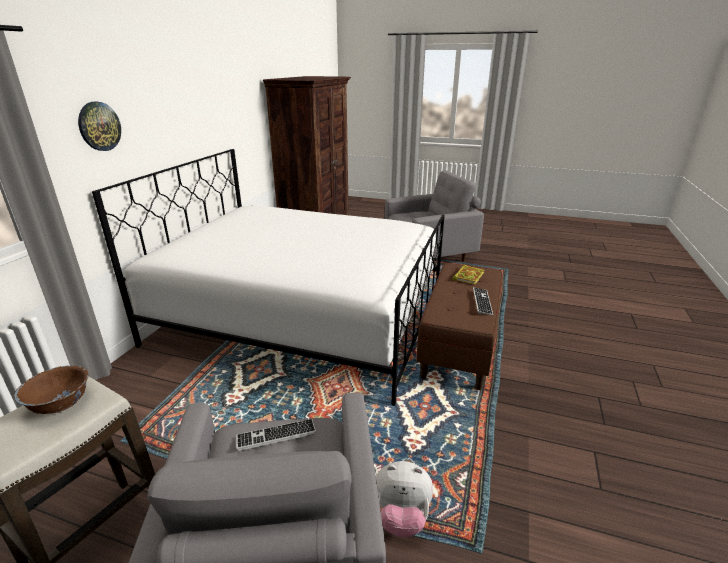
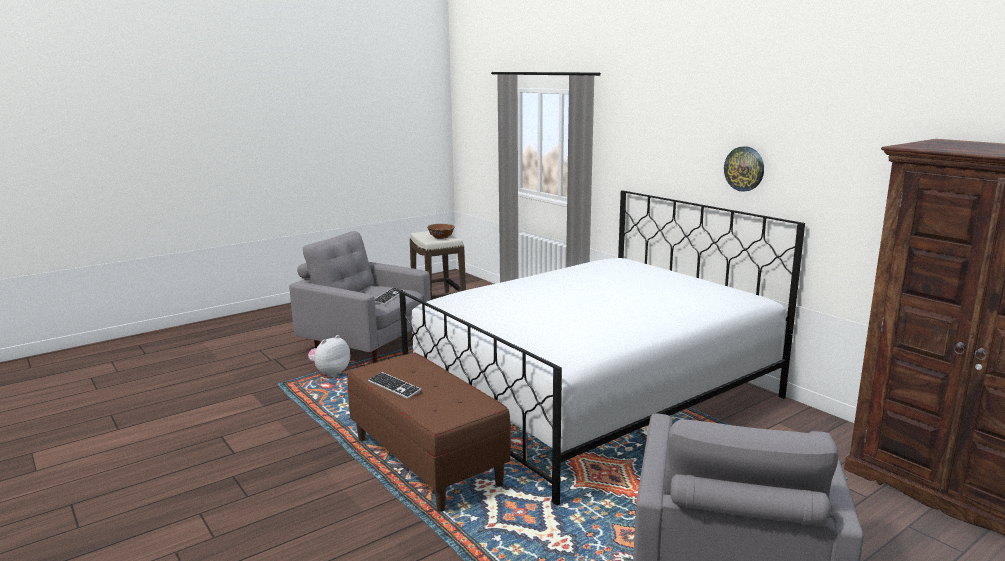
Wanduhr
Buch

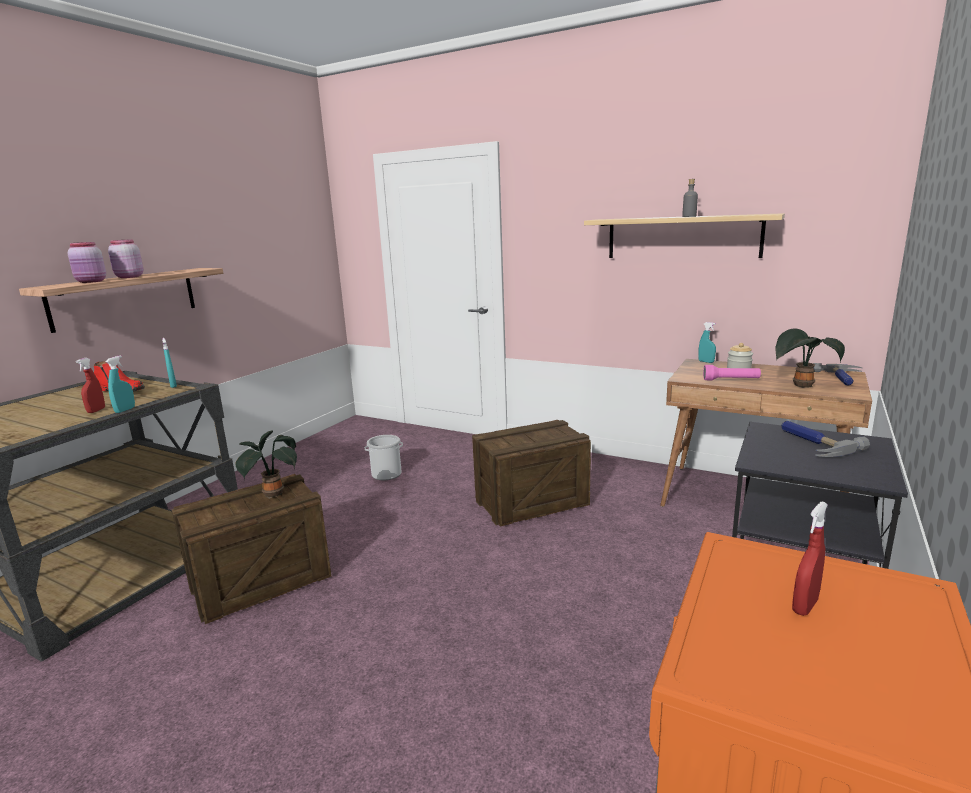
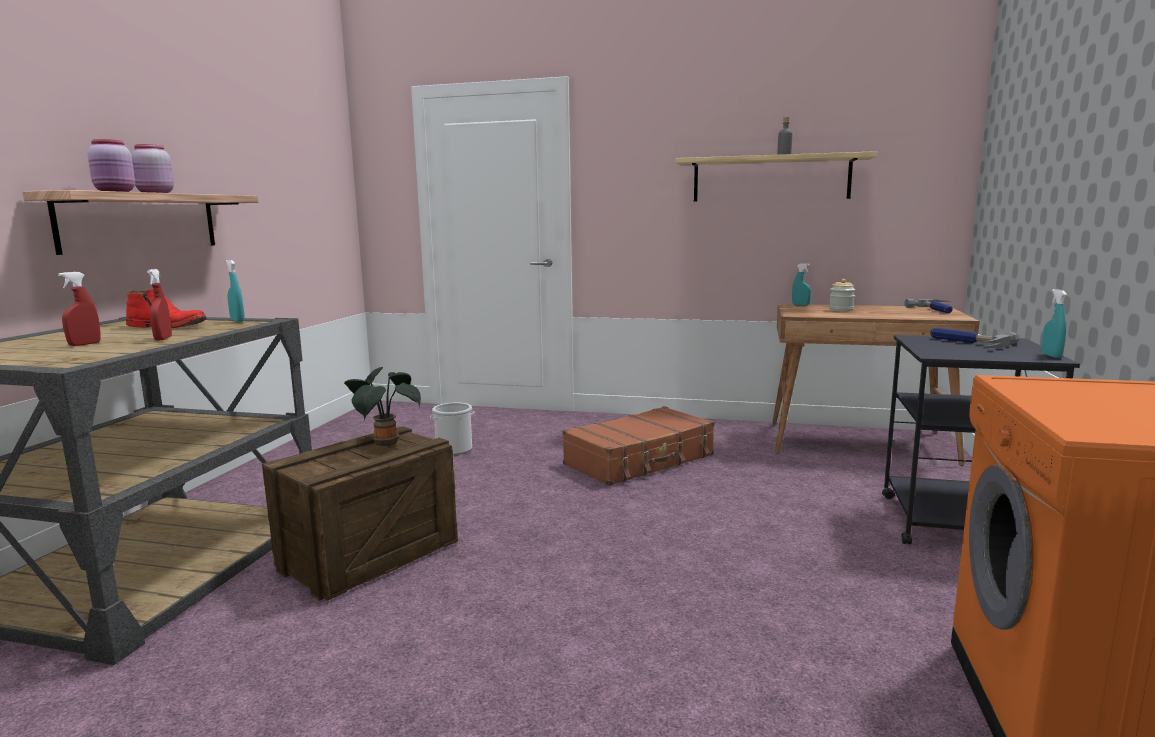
Topfpflanze (2nd from left in the first image)
Sprühflasche (türkis) (3rd from left)
Taschenlampe (rosa)
Koffer (braun)
Sprühflasche (rot) (1st from left)

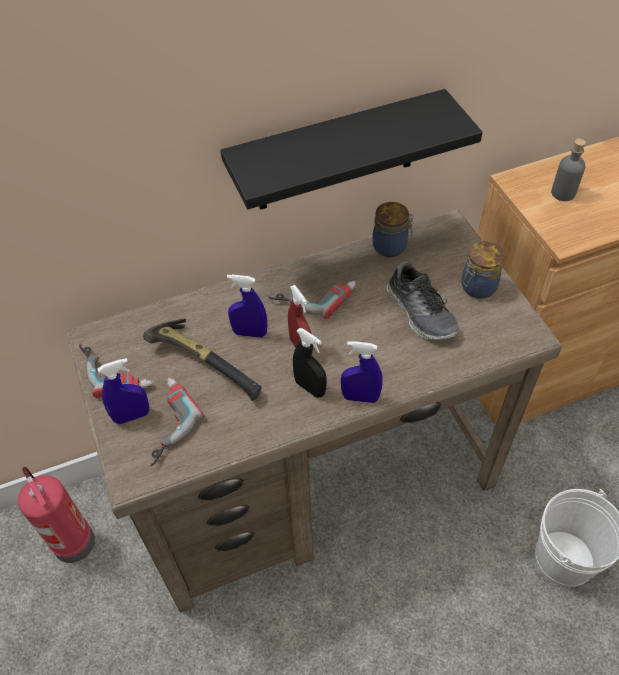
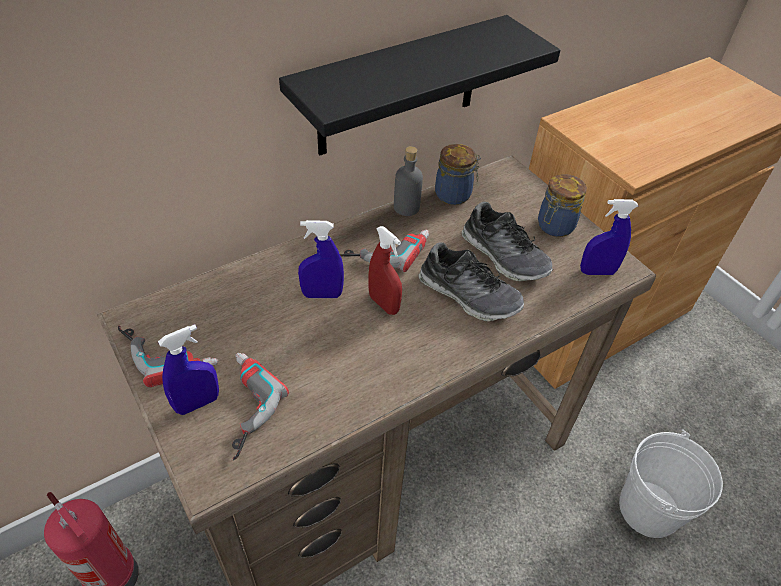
Flasche (grau)
Hammer
Sprühflasche (schwarz)
Sprühflasche (blau) (3rd from left)
Schuh (1st from left)

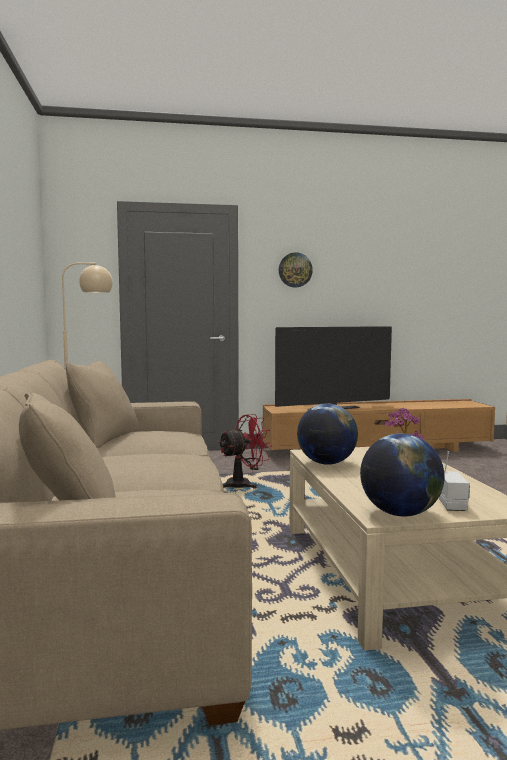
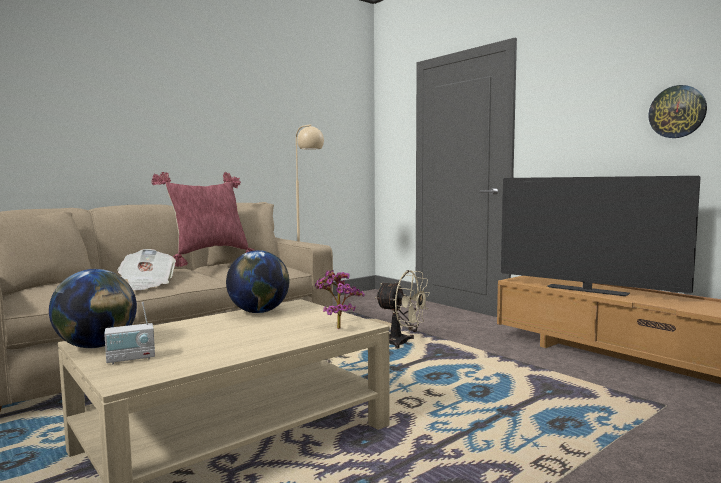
Wanduhr
Ventilator (beige)
Kissen (rot)
Zeitung

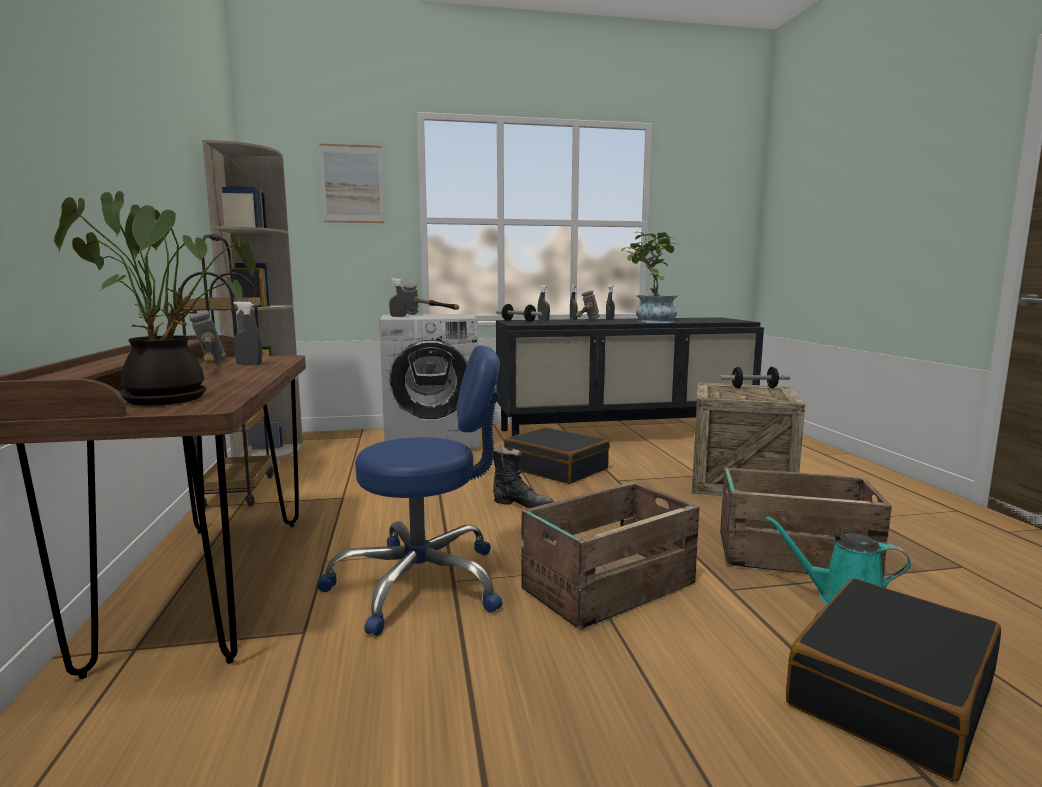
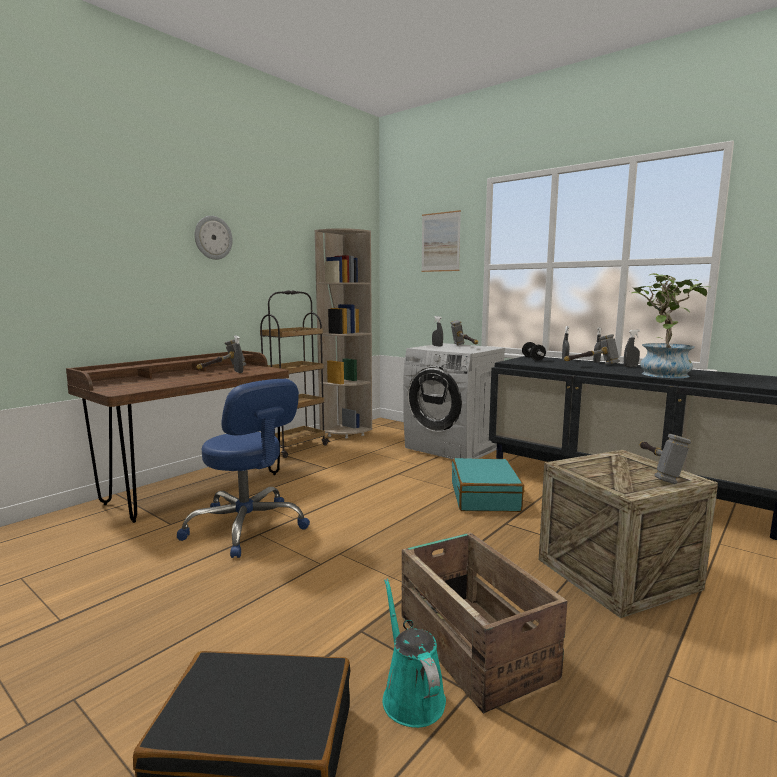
Topfpflanze (1st from left in the first image)
Hammer (4th from left)
Koffer (türkis)
Stiefel (schwarz)
Kiste (1st from left in the first image)
Wanduhr

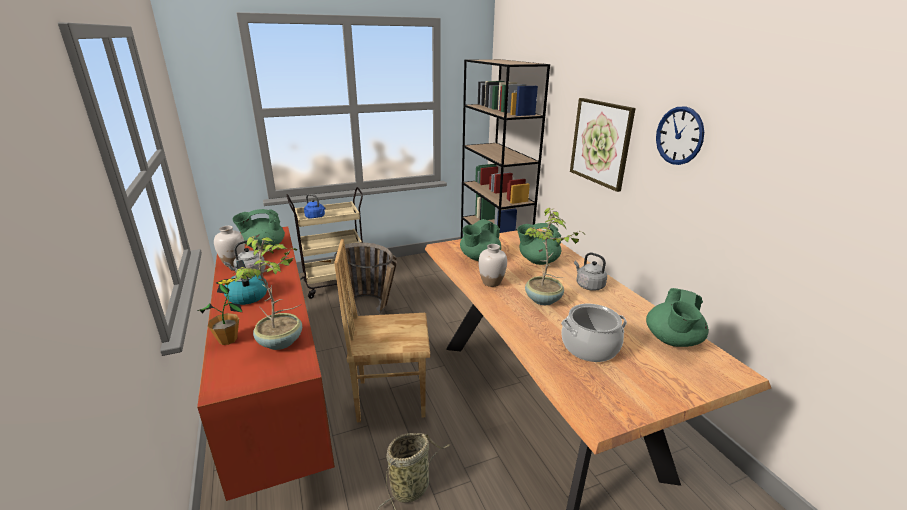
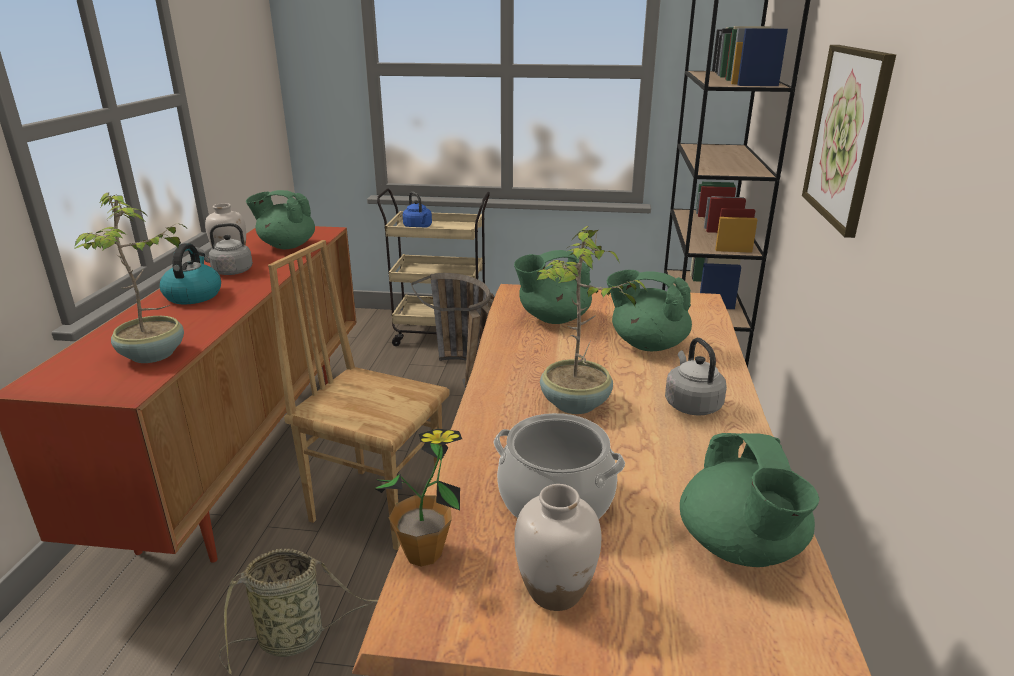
Wanduhr
Vase (weiß) (2nd from left)
Topfpflanze (2nd from left)
Teekanne (grün) (4th from left)

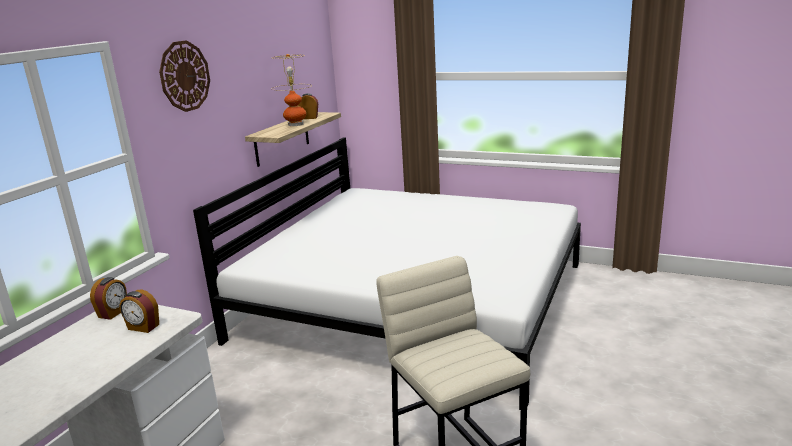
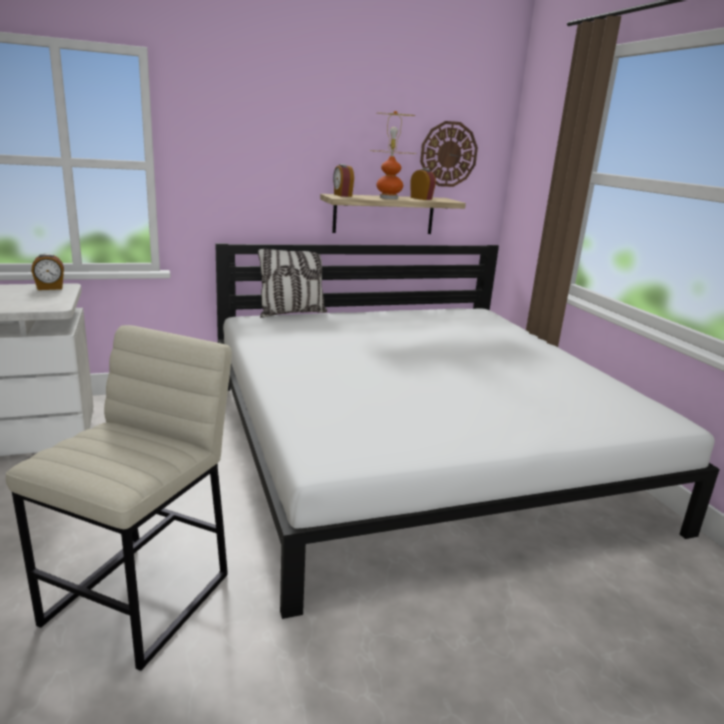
Wanduhr
Wecker (2nd from left)
Kissen

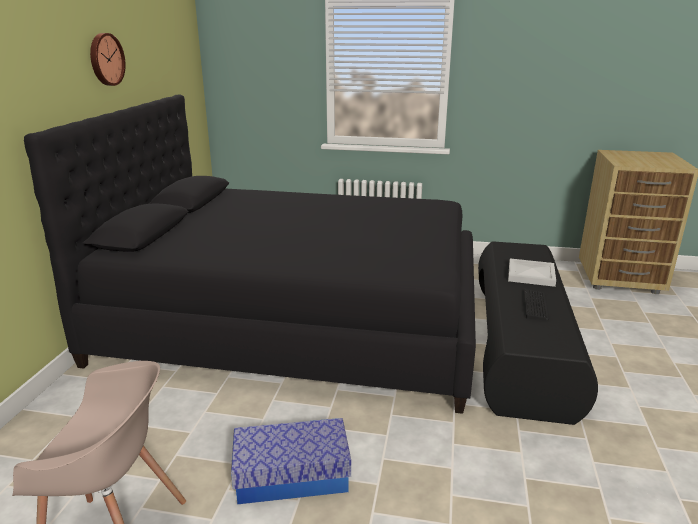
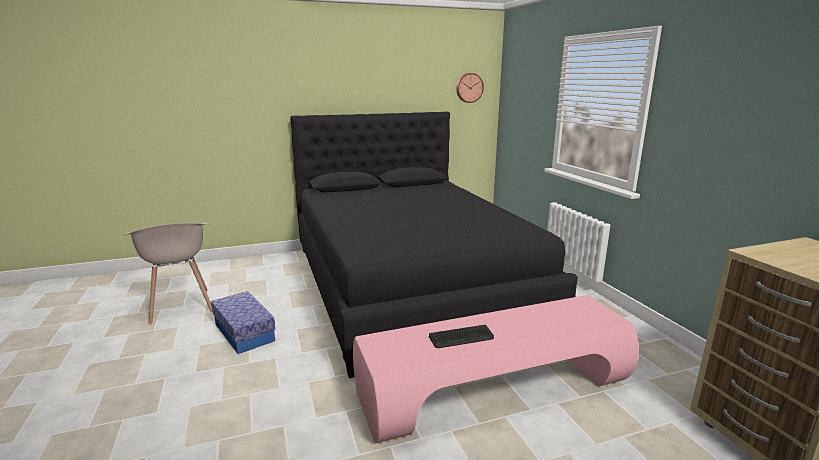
Wanduhr
Bank (rosa)
Tablett (weiß)

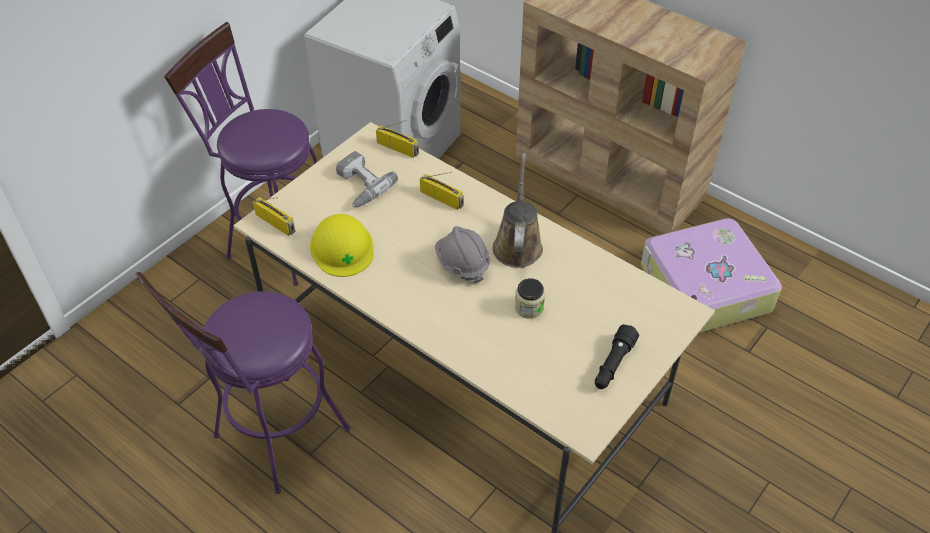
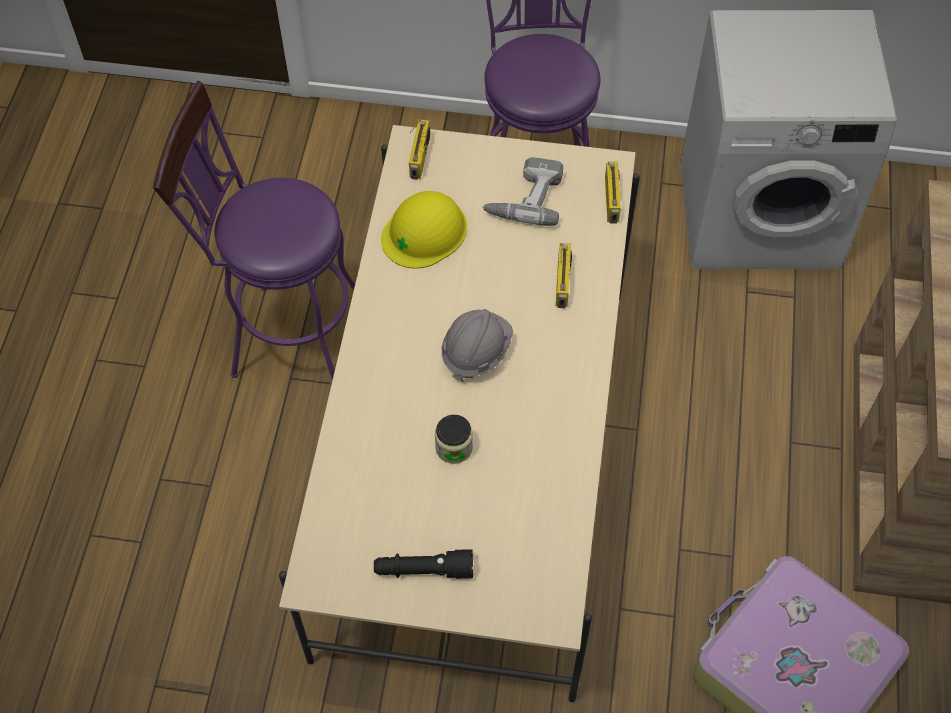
Gießkanne (braun)

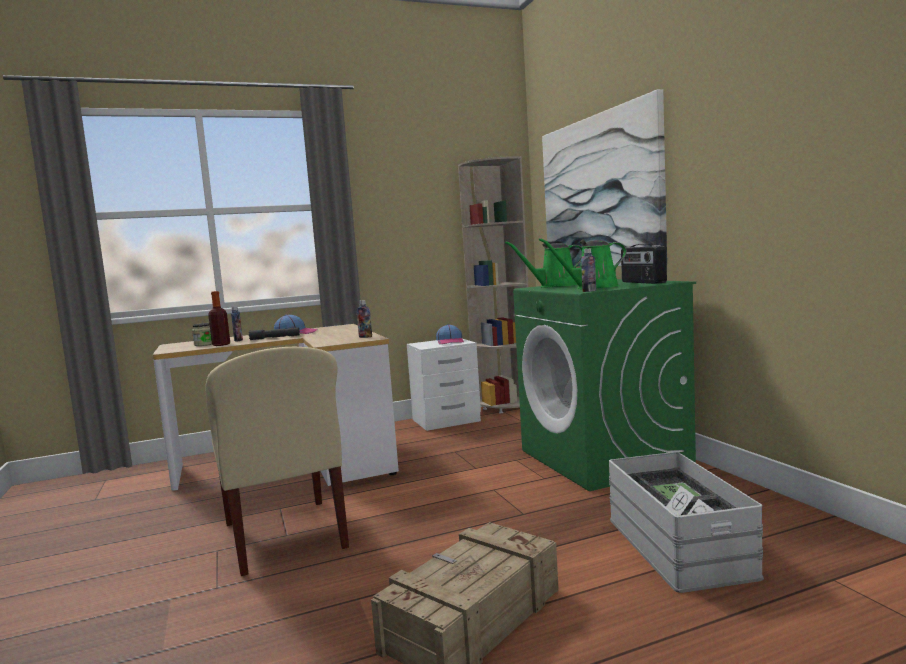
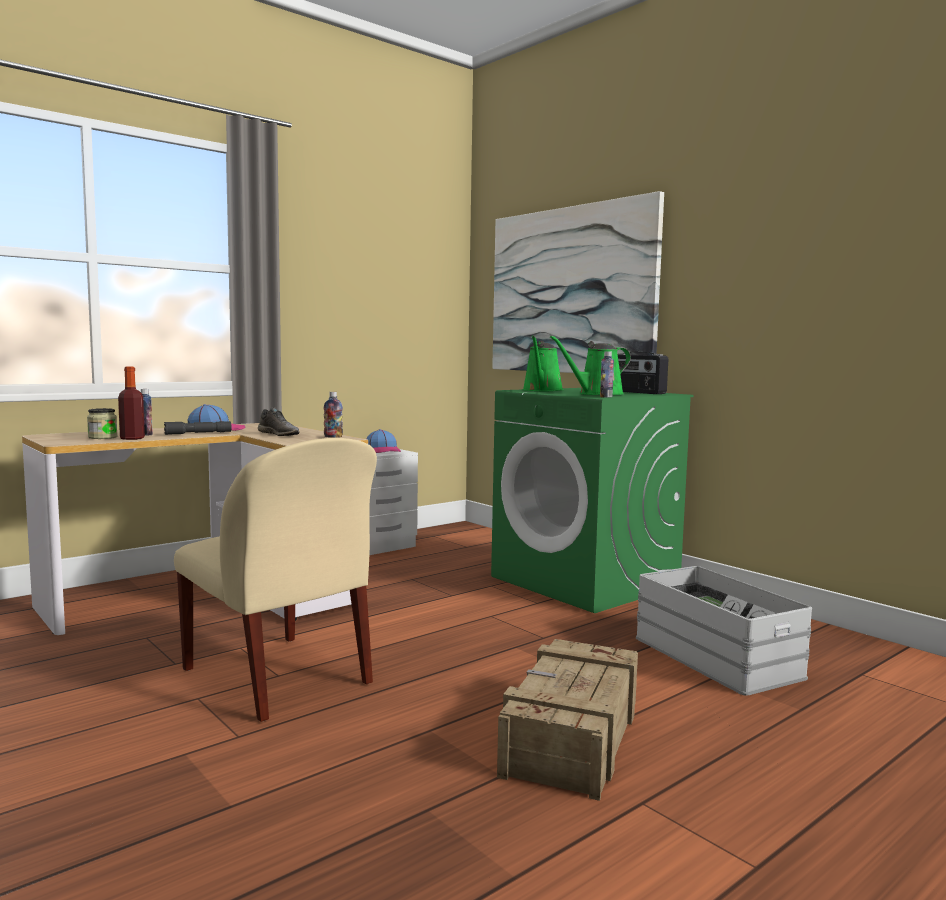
Bücherregal (beige)
Gießkanne (grün) (1st from left)
Schuh (grau)

